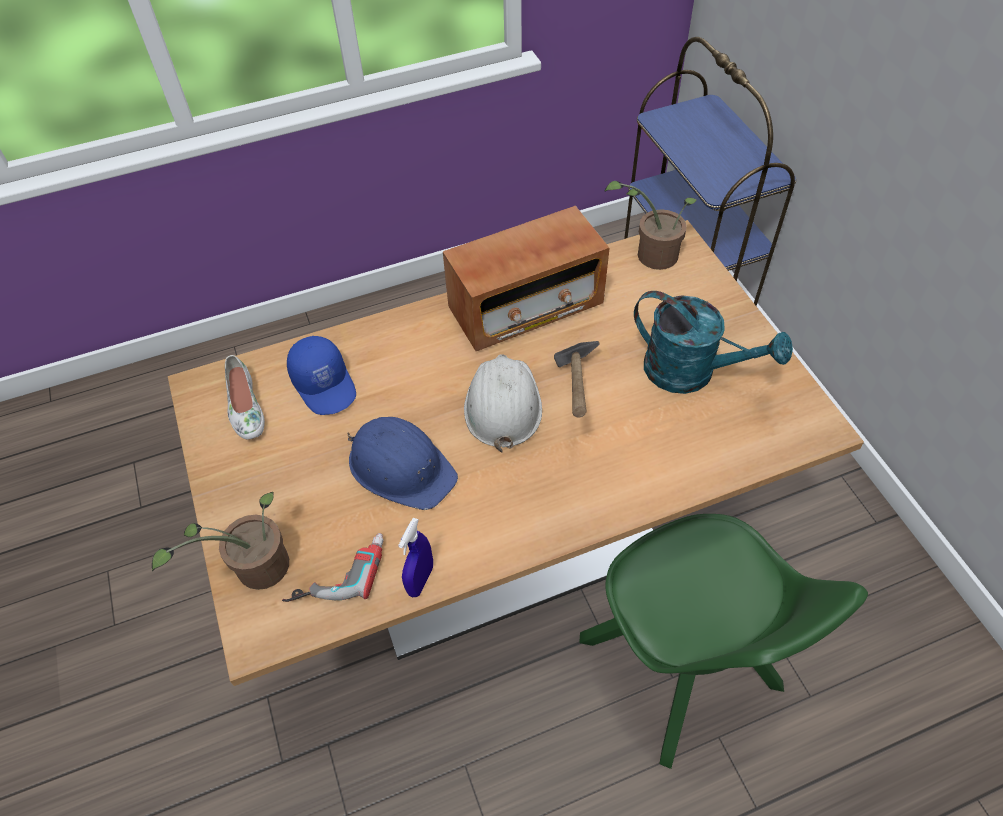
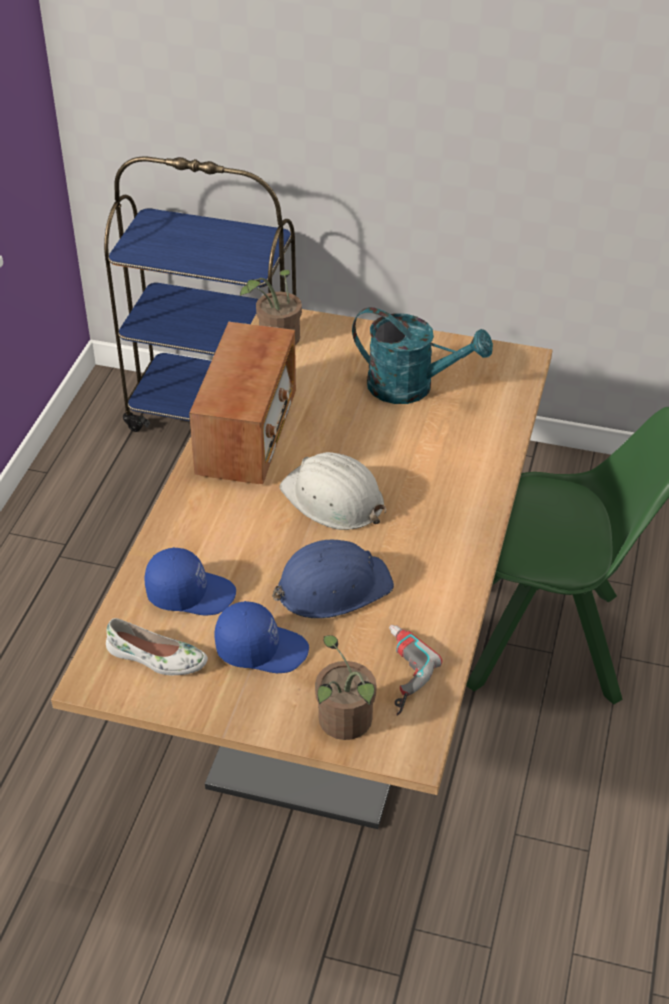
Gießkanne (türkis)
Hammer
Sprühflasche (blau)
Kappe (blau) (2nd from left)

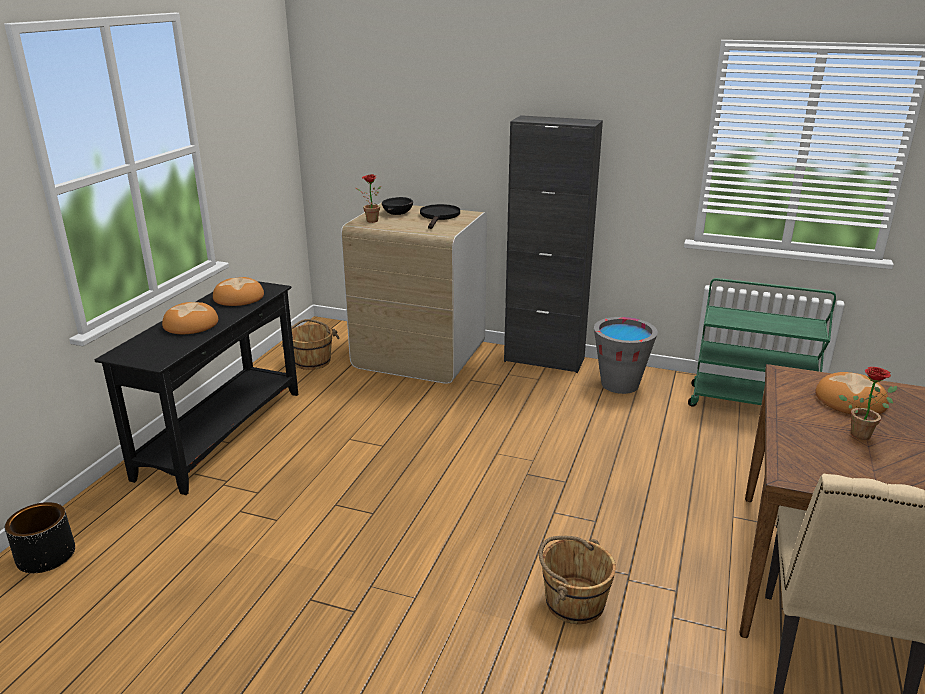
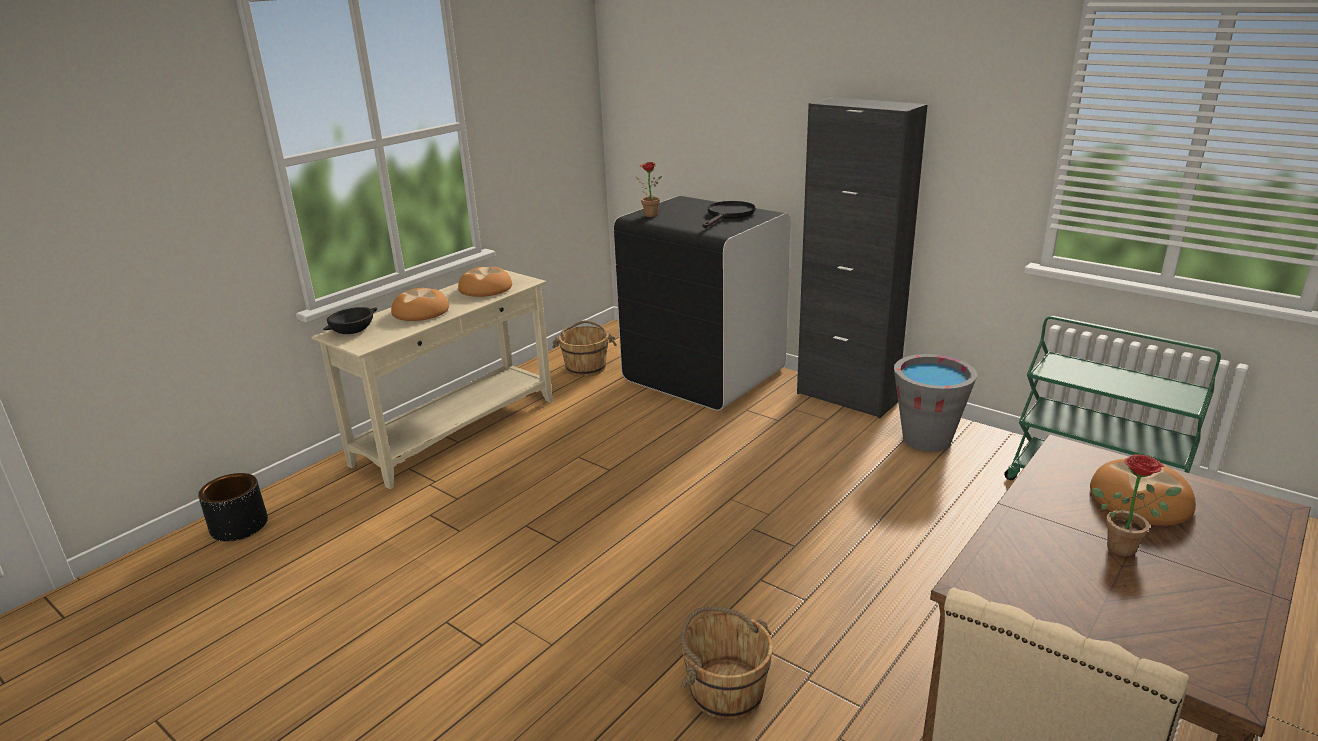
Schüssel (schwarz)
Kommode (schwarz)
Konsolentisch (beige)

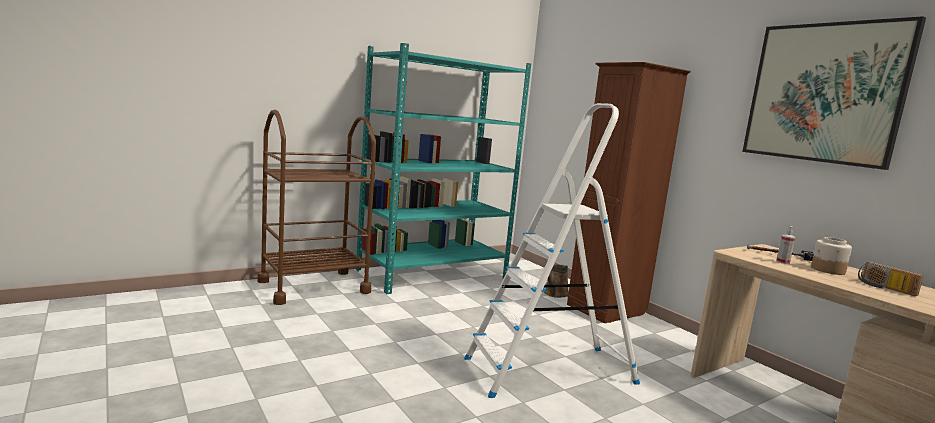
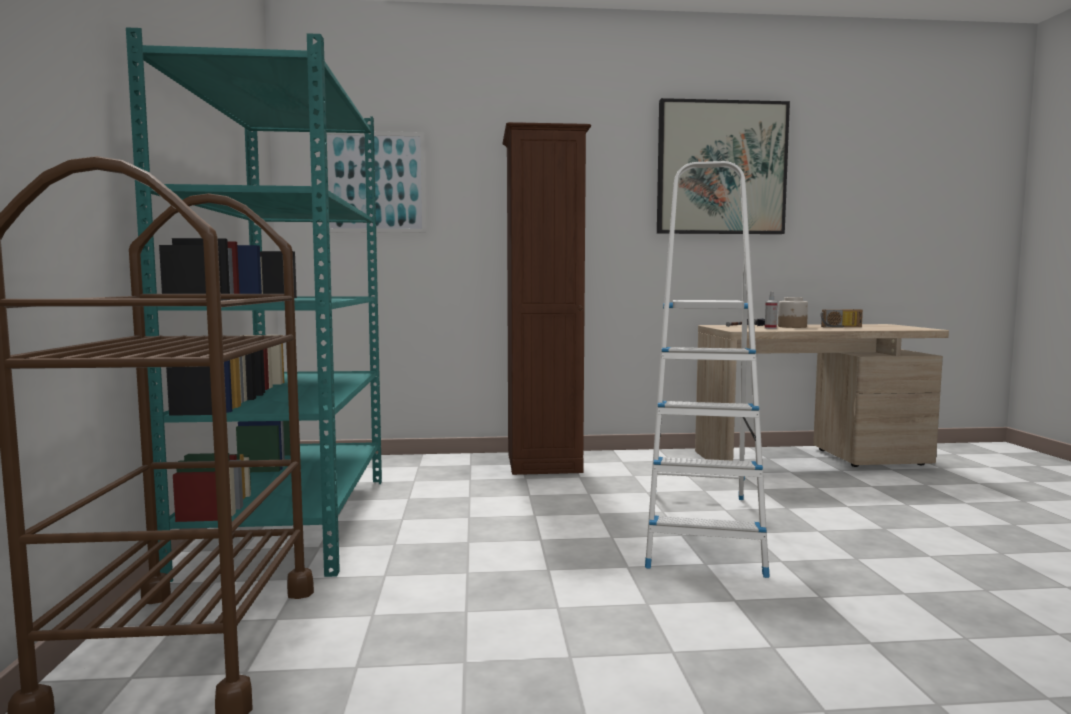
Gießkanne (braun)
Bild (1st from left)

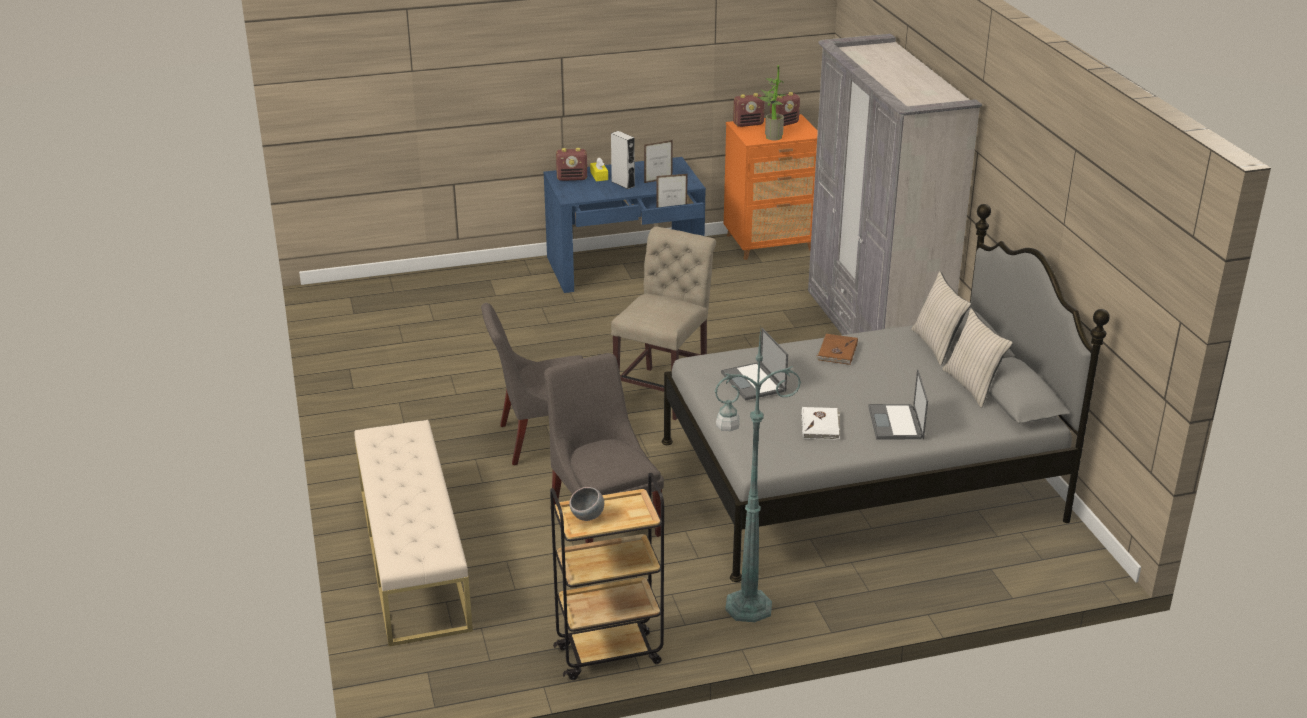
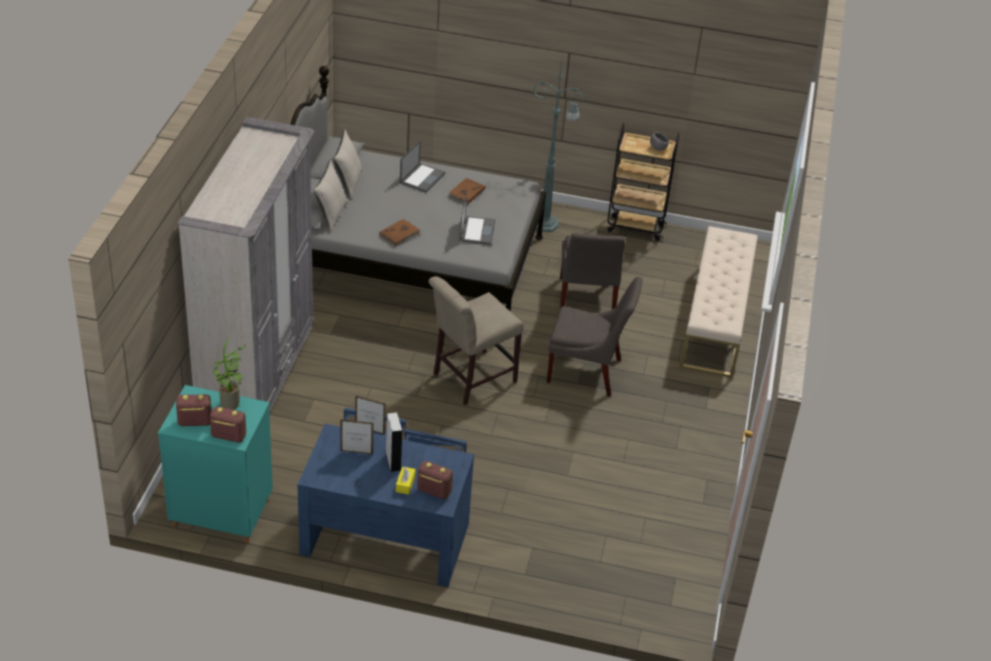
Kommode (türkis)
Buch (braun) (2nd from left)

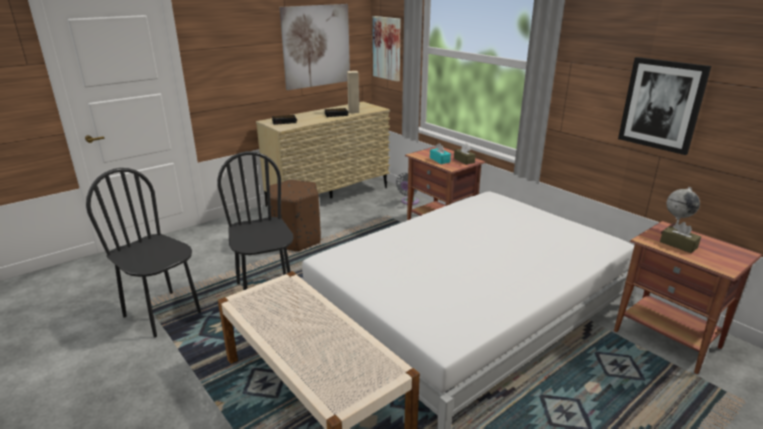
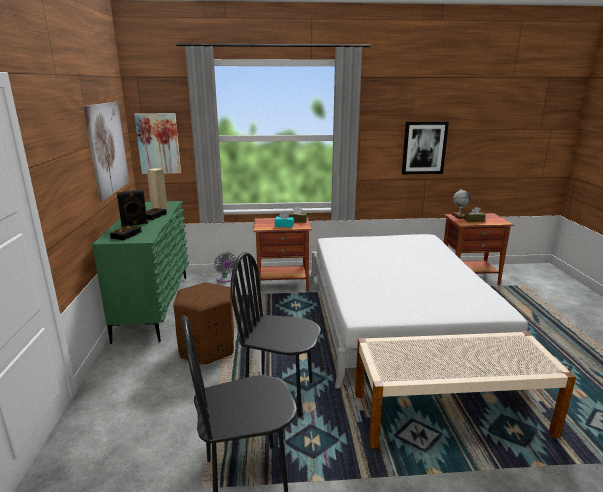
Kommode (grün)
Lautsprecher (schwarz)

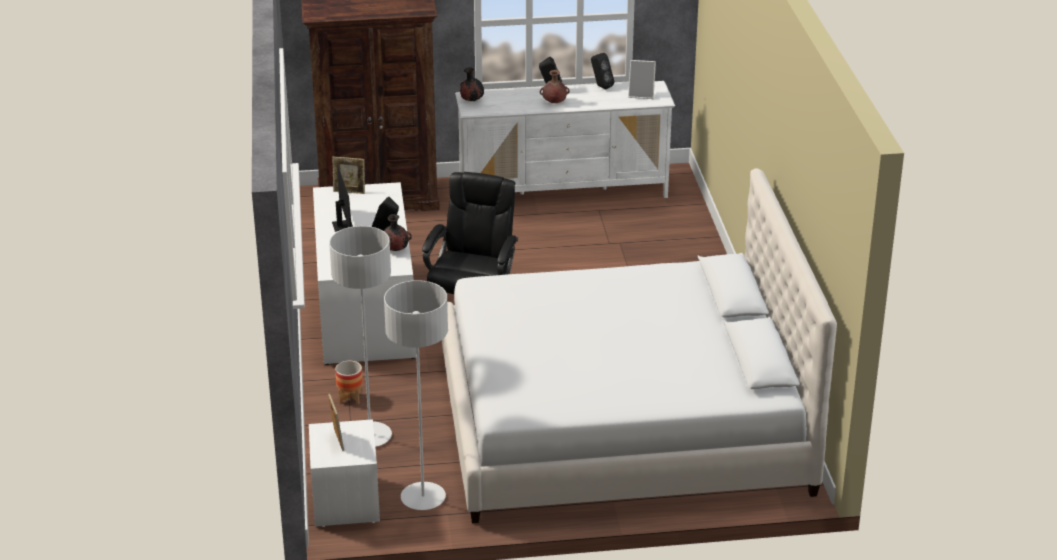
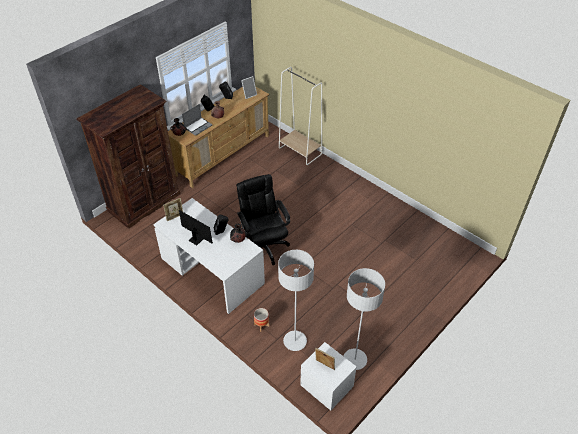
Kommode (braun)
Bett (weiß)
Kleiderständer
Laptop

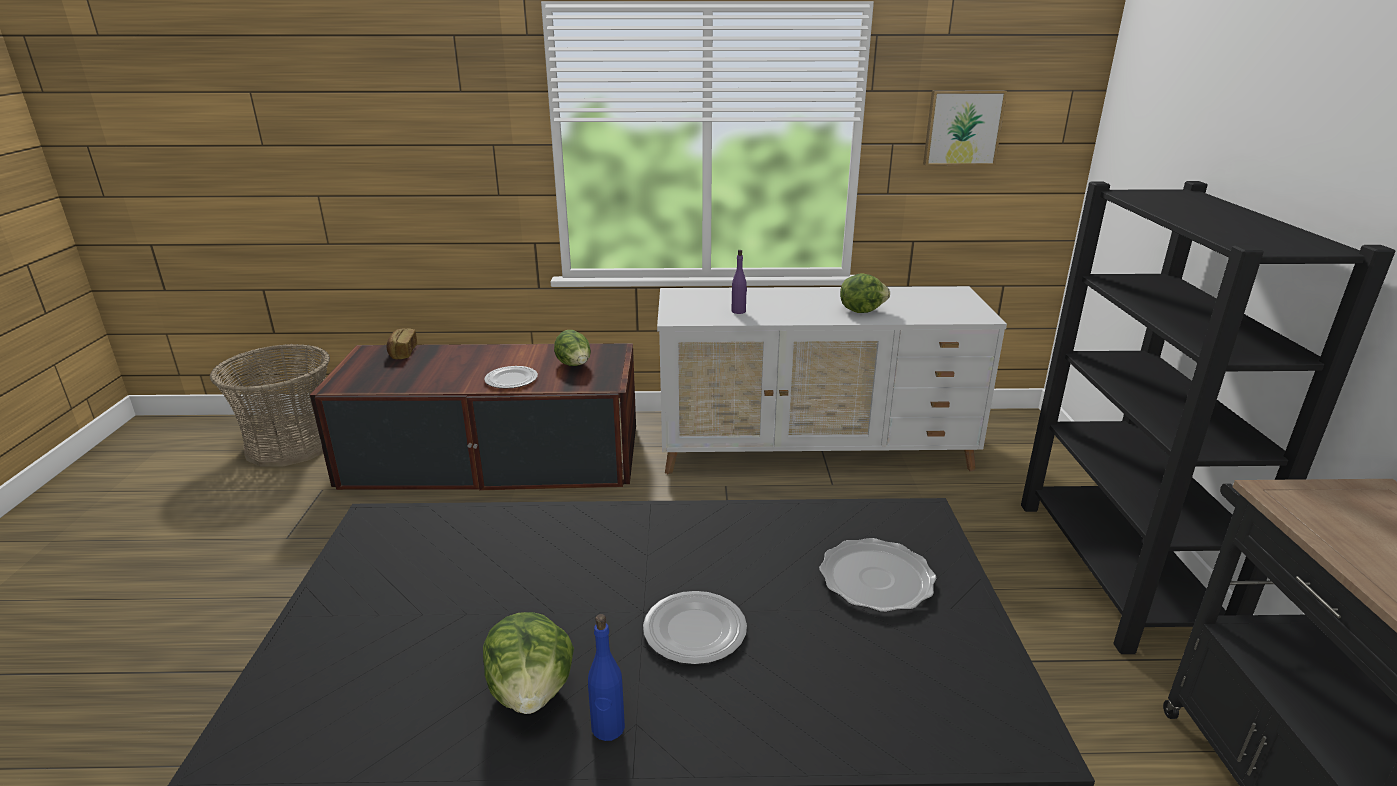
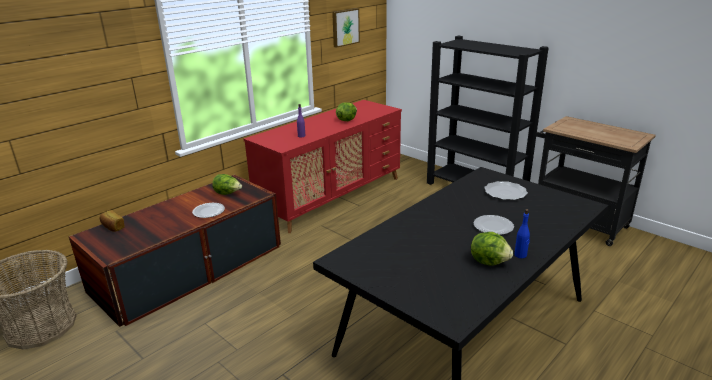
Kommode (rot)

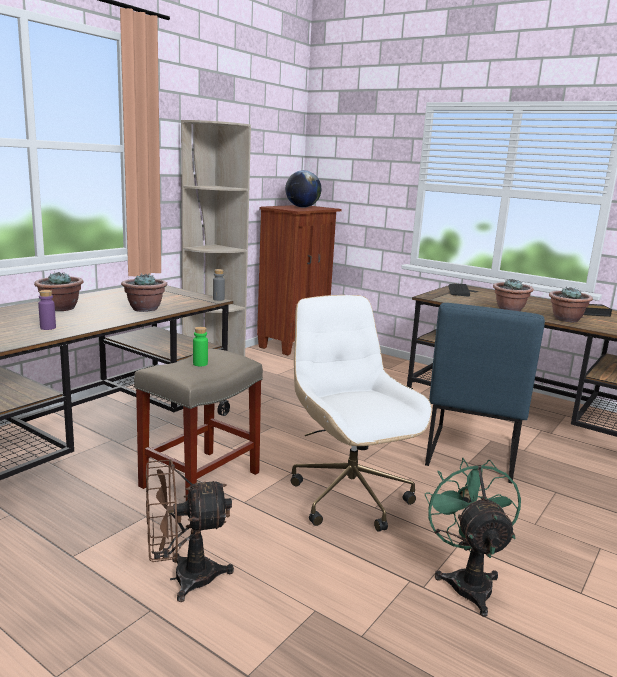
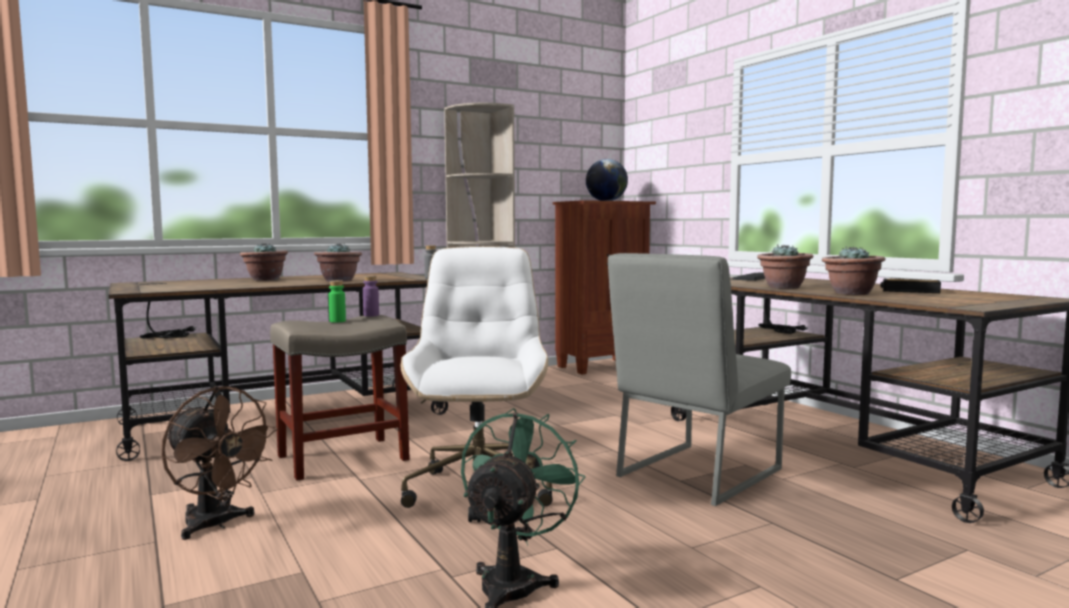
Flasche (lila)
Stuhl (grau)
Ventilator (braun)

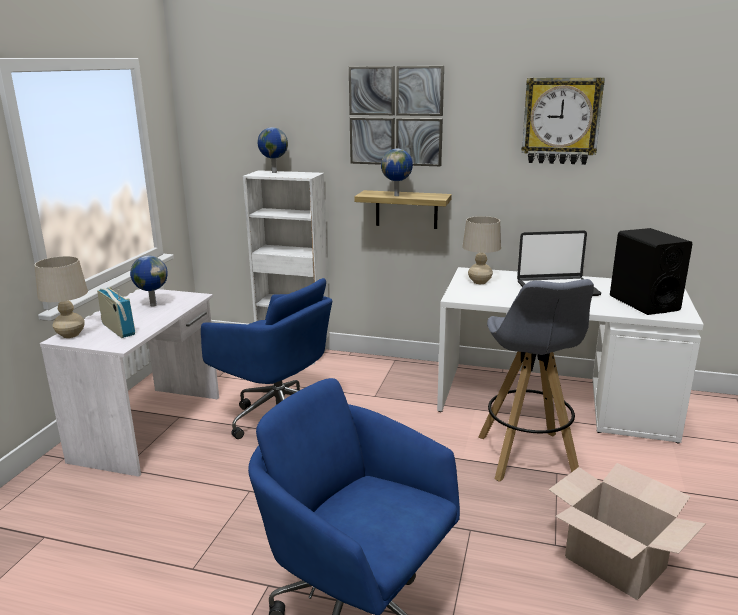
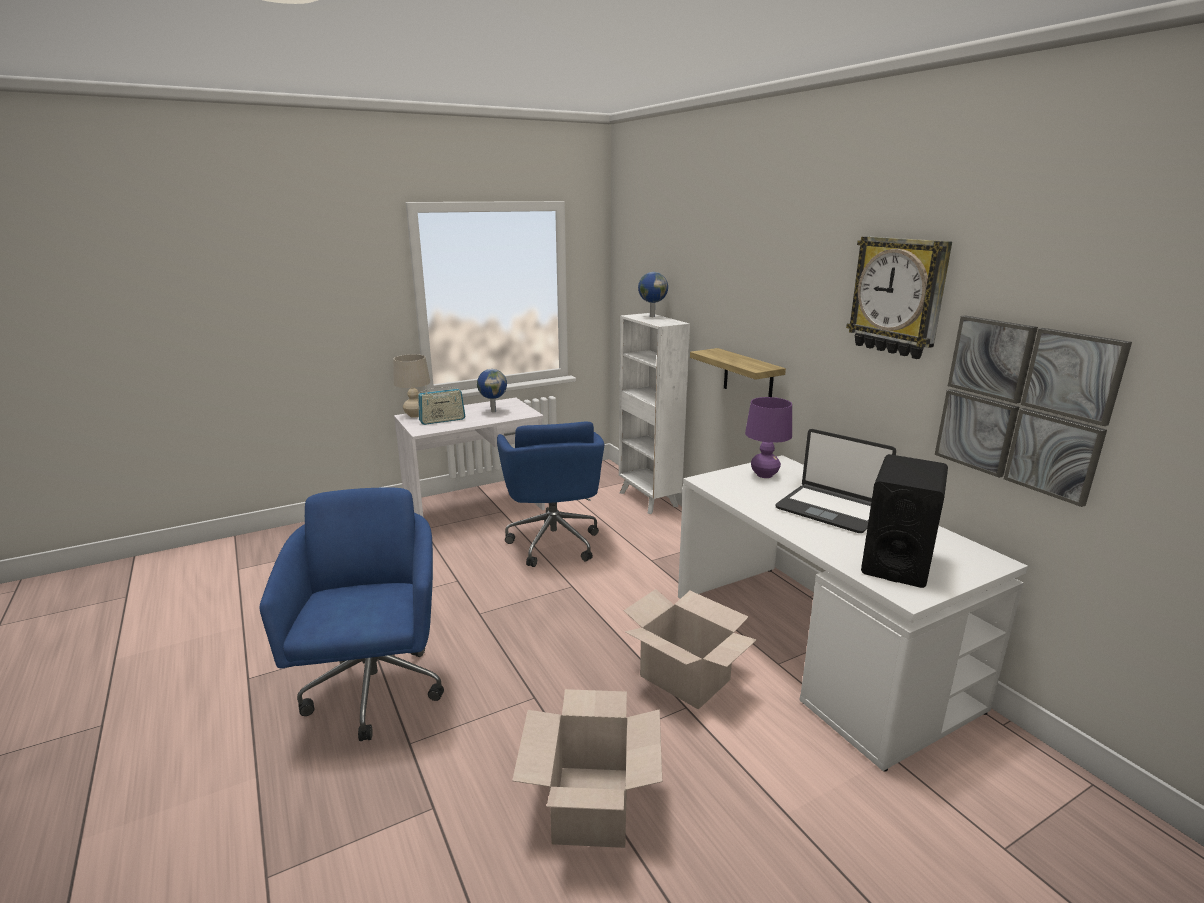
Bild
Globus (3rd from left in the first image)
Tischlampe (lila)
Karton (2nd from left)
Radio

